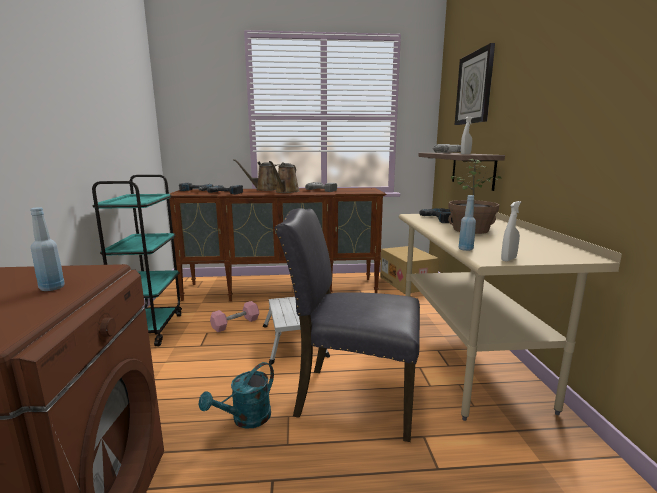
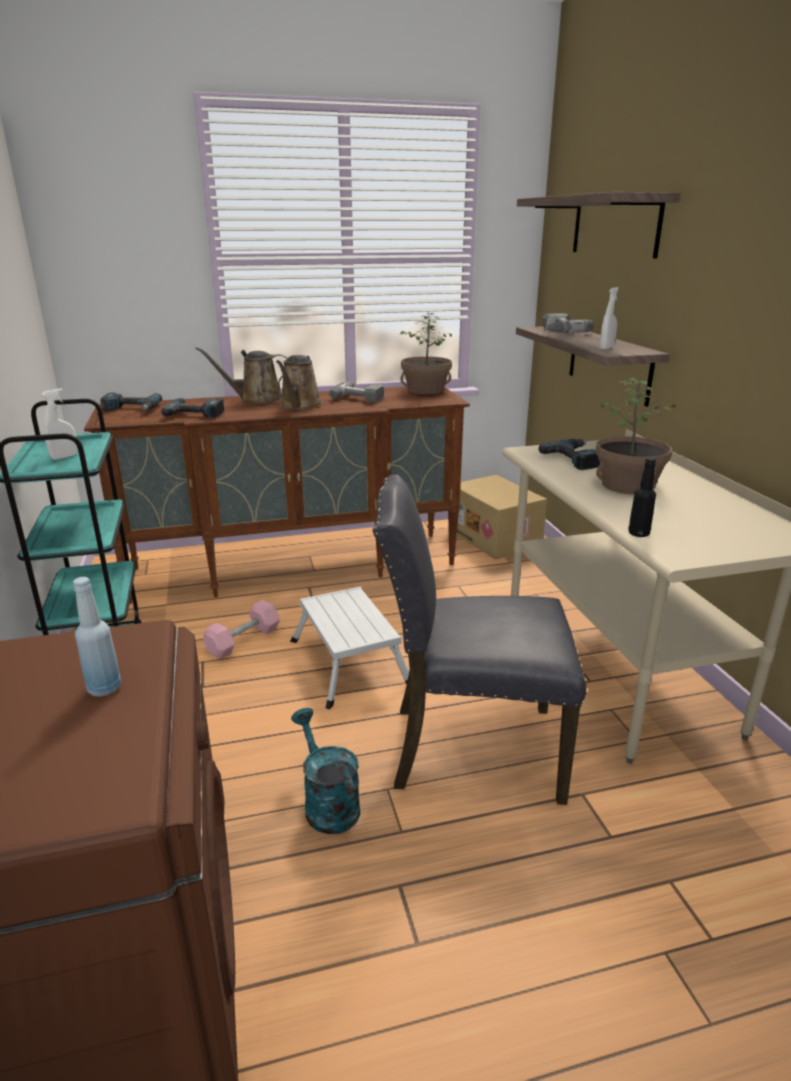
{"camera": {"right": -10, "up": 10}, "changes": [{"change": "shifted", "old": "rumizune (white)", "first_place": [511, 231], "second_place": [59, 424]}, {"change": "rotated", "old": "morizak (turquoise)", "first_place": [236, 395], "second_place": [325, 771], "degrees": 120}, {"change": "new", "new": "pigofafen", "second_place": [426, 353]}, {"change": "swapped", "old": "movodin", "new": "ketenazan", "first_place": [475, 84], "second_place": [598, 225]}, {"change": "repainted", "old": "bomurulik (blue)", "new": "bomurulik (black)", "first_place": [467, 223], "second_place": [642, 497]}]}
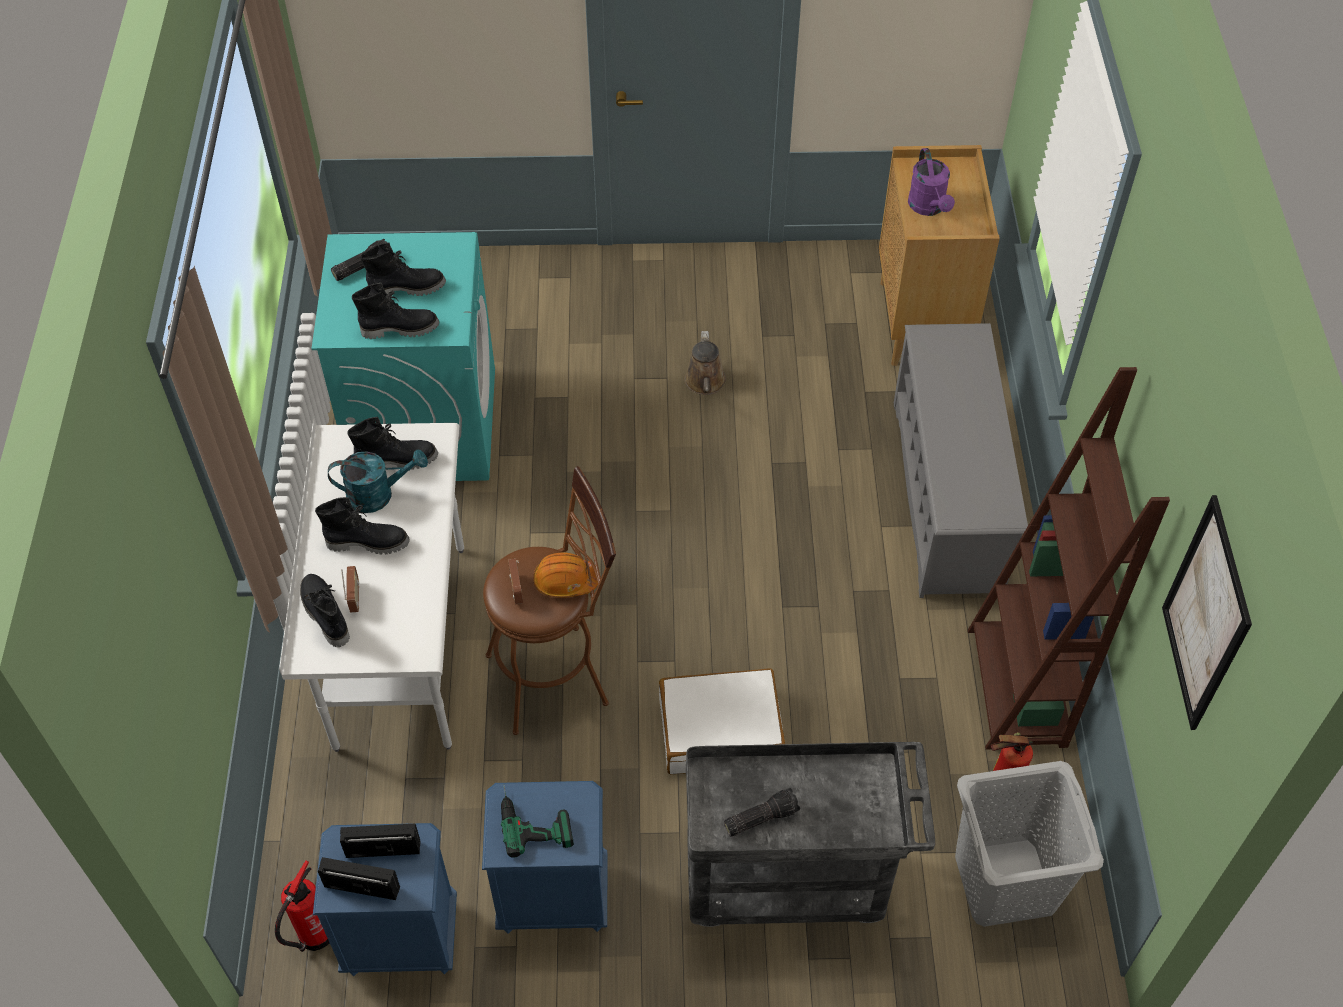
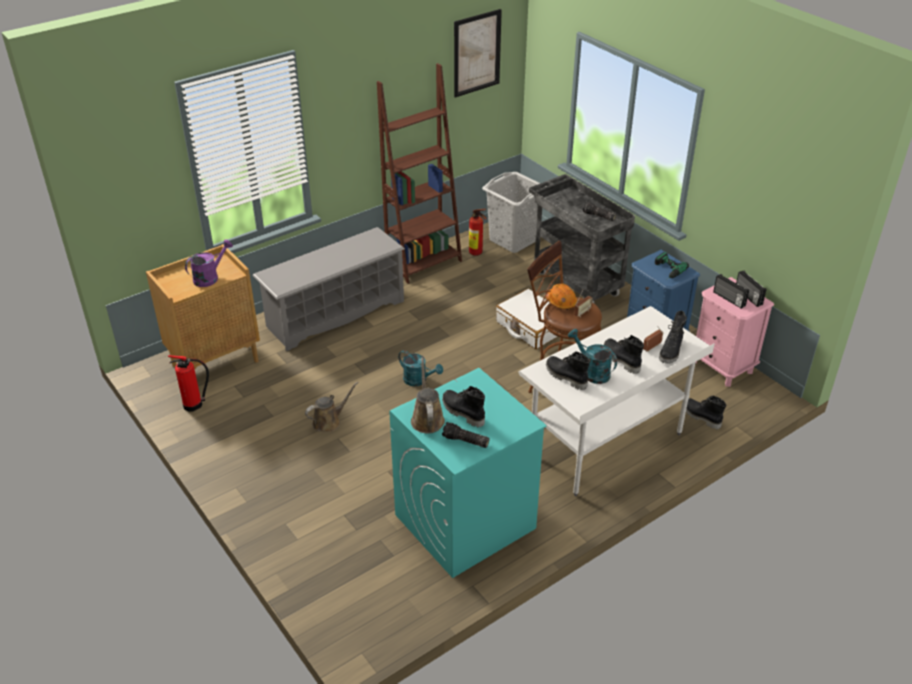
{"camera": {"right": -125, "up": -15}, "changes": [{"change": "shifted", "old": "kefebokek", "first_place": [302, 906], "second_place": [188, 383]}, {"change": "new", "new": "morizak (turquoise)", "second_place": [420, 368]}, {"change": "new", "new": "morizak (brown)", "second_place": [428, 395]}, {"change": "shifted", "old": "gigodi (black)", "first_place": [395, 311], "second_place": [706, 412]}, {"change": "repainted", "old": "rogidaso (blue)", "new": "rogidaso (pink)", "first_place": [385, 899], "second_place": [735, 332]}]}
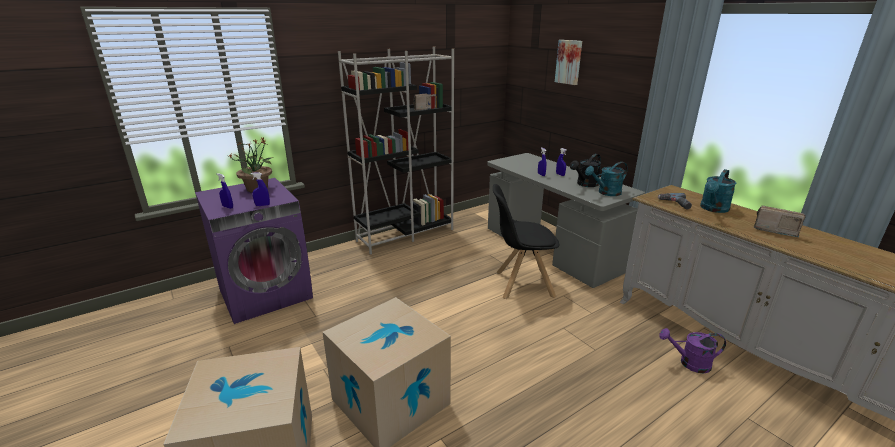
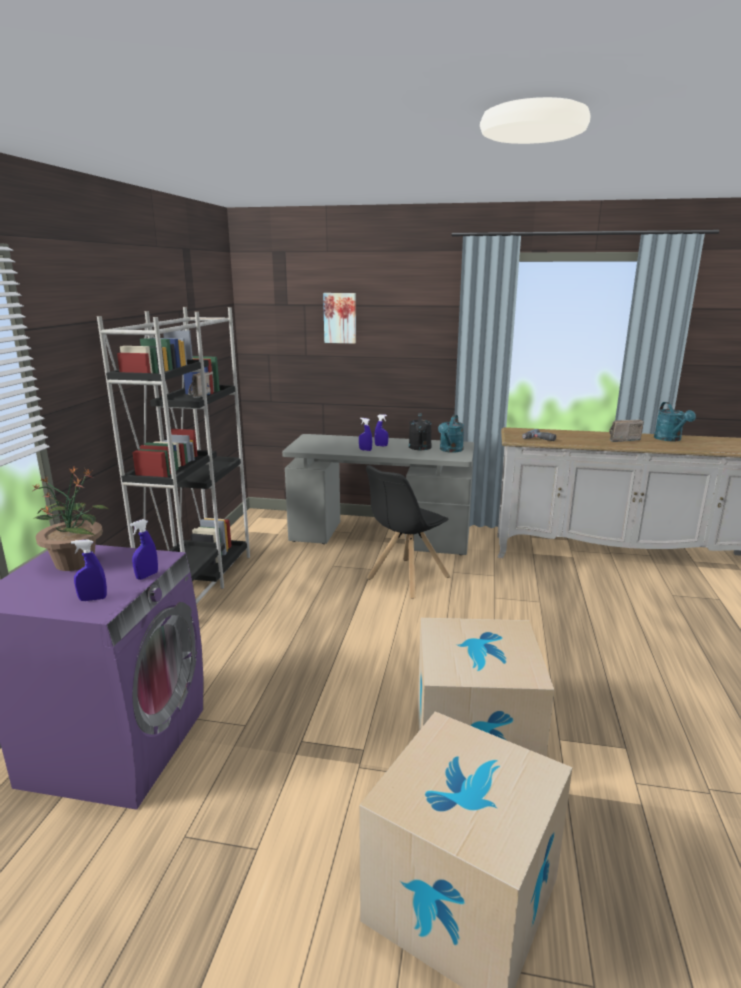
{"camera": {"right": -45, "up": -5}, "changes": [{"change": "shifted", "old": "morizak (turquoise)", "first_place": [718, 191], "second_place": [675, 422]}, {"change": "gone", "old": "morizak (purple)", "first_place": [692, 350]}]}
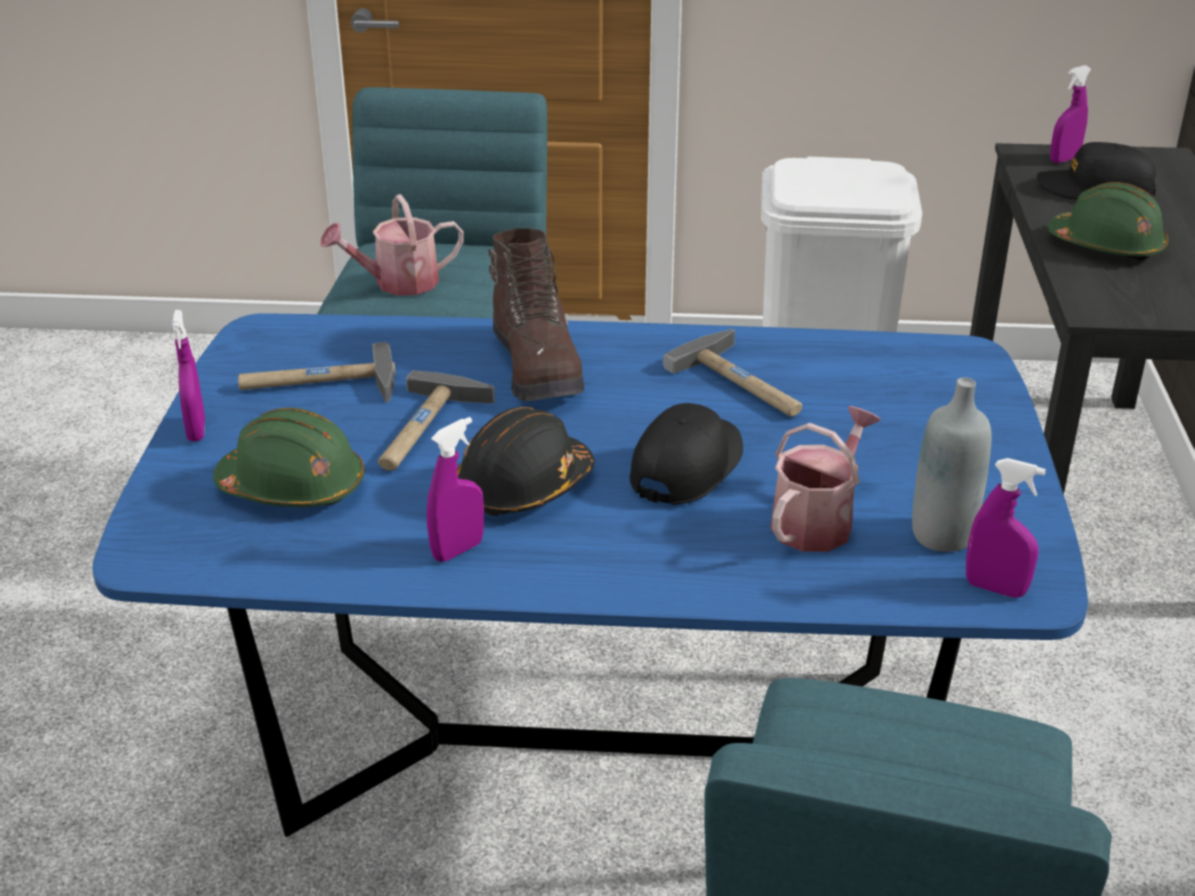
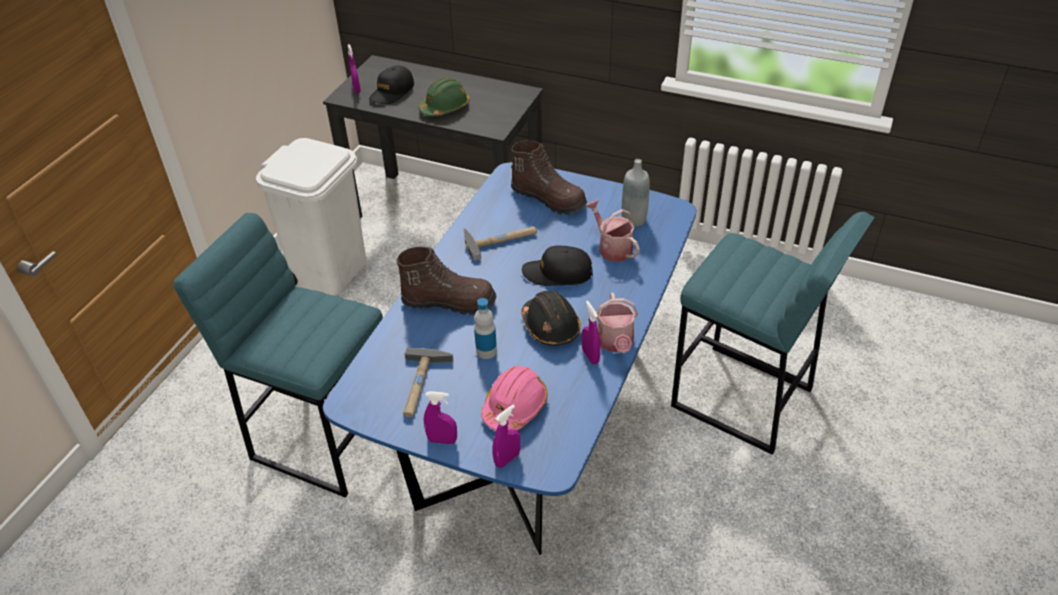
{"camera": {"right": -70, "up": 10}, "changes": [{"change": "swapped", "old": "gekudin", "new": "bomurulik", "first_place": [436, 420], "second_place": [485, 328]}, {"change": "repainted", "old": "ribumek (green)", "new": "ribumek (pink)", "first_place": [288, 457], "second_place": [514, 398]}, {"change": "shifted", "old": "rumizune (purple)", "first_place": [1006, 528], "second_place": [506, 436]}, {"change": "new", "new": "gigodi (brown)", "second_place": [549, 177]}, {"change": "rotated", "old": "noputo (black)", "first_place": [686, 454], "second_place": [557, 265], "degrees": -45}, {"change": "shifted", "old": "morizak", "first_place": [392, 245], "second_place": [617, 323]}]}
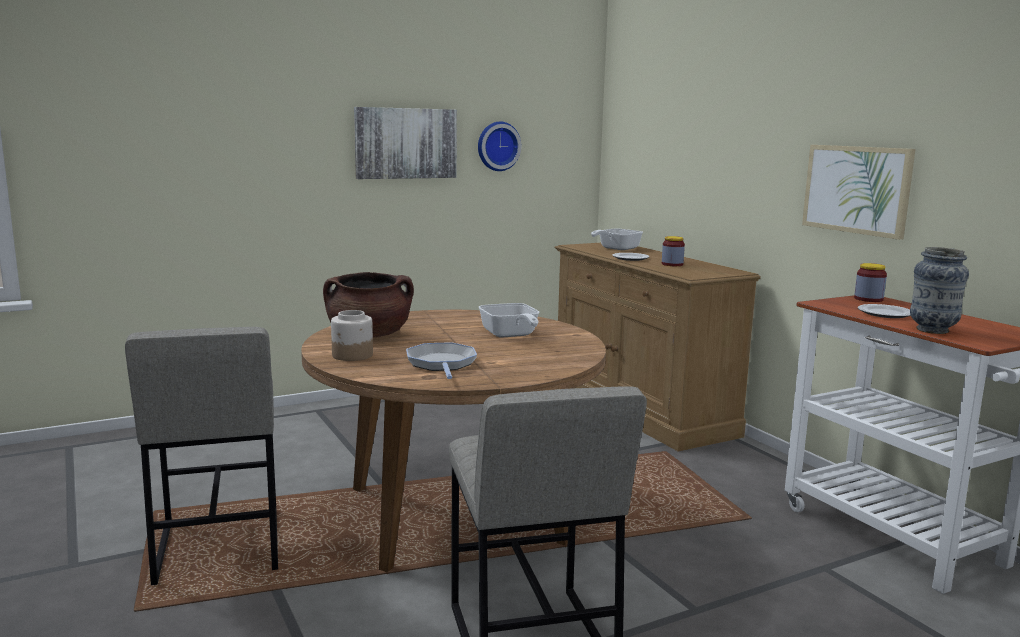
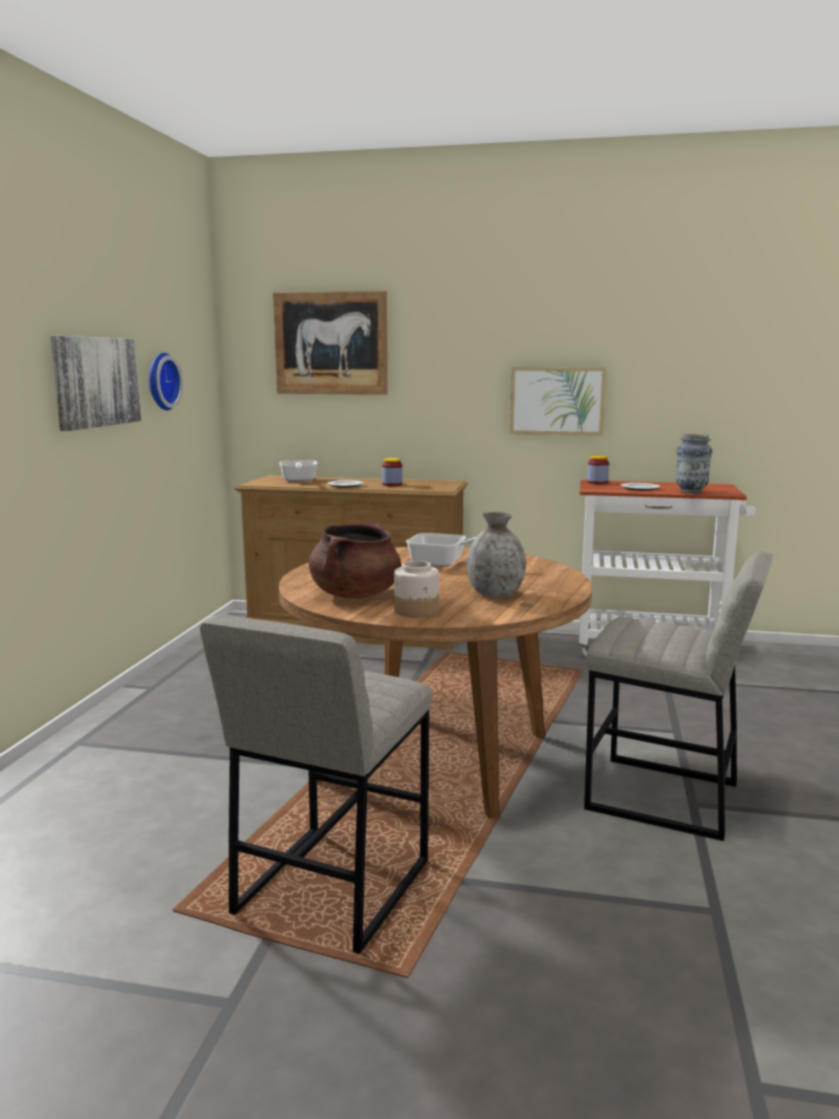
{"camera": {"right": -50, "up": 0}, "changes": [{"change": "rotated", "old": "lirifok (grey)", "first_place": [201, 456], "second_place": [316, 784], "degrees": 90}, {"change": "new", "new": "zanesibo", "second_place": [330, 343]}, {"change": "swapped", "old": "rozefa", "new": "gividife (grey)", "first_place": [441, 360], "second_place": [496, 555]}]}
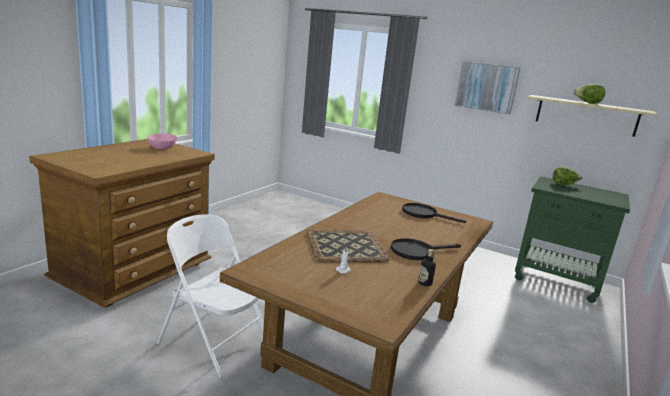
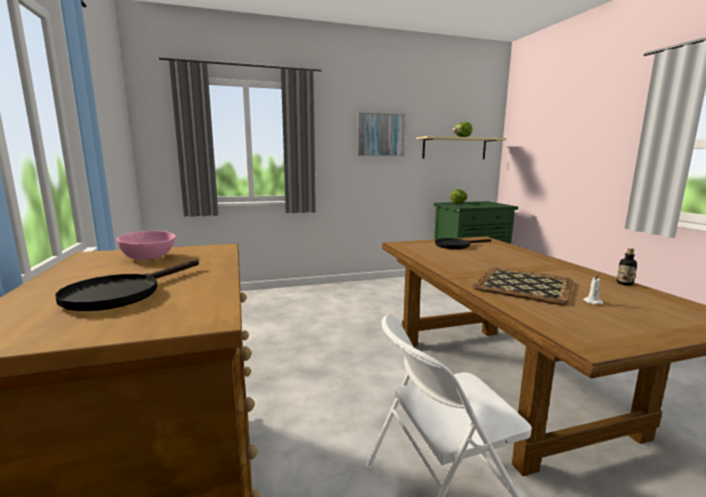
{"camera": {"right": -45, "up": -5}, "changes": [{"change": "shifted", "old": "rozefa (black)", "first_place": [426, 249], "second_place": [127, 285]}]}
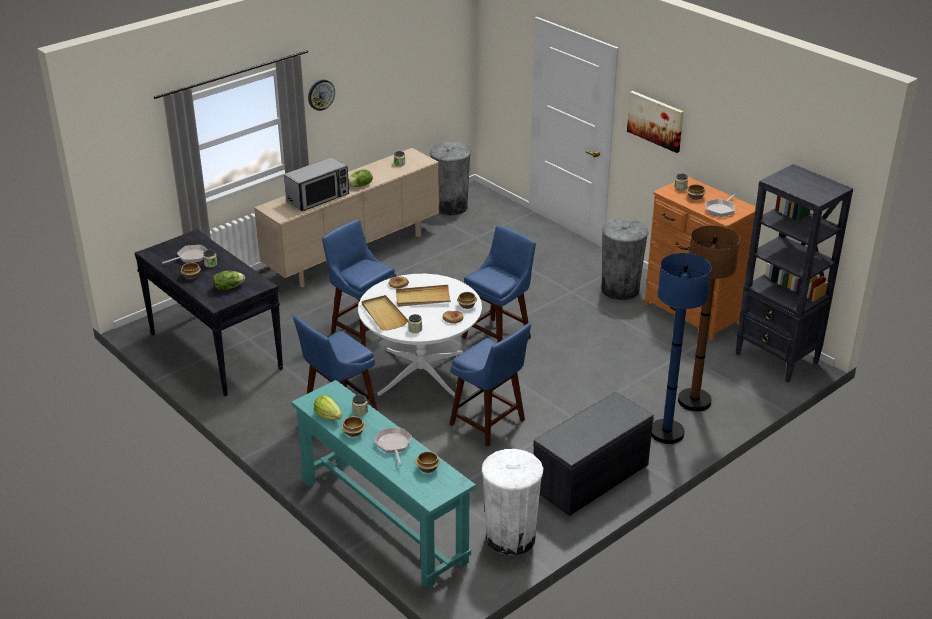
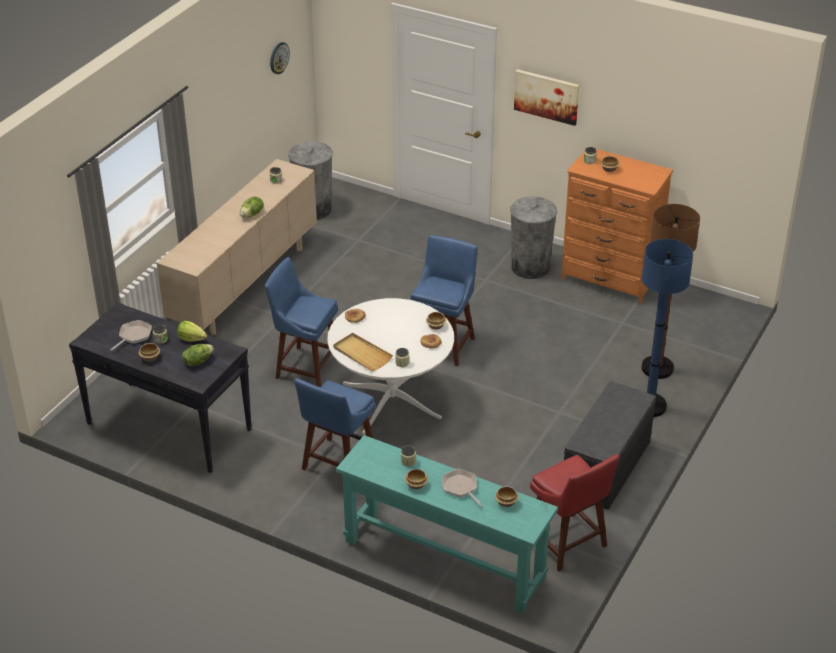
{"camera": {"right": -20, "up": 5}, "changes": [{"change": "shifted", "old": "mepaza", "first_place": [328, 407], "second_place": [192, 331]}, {"change": "shifted", "old": "movodin", "first_place": [321, 95], "second_place": [280, 58]}, {"change": "swapped", "old": "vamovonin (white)", "new": "lirifok (red)", "first_place": [512, 502], "second_place": [575, 512]}, {"change": "gone", "old": "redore", "first_place": [316, 184]}, {"change": "gone", "old": "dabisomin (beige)", "first_place": [423, 296]}, {"change": "gone", "old": "lirifok (blue)", "first_place": [490, 385]}, {"change": "gone", "old": "rozefa", "first_place": [721, 205]}, {"change": "gone", "old": "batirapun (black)", "first_place": [794, 273]}]}
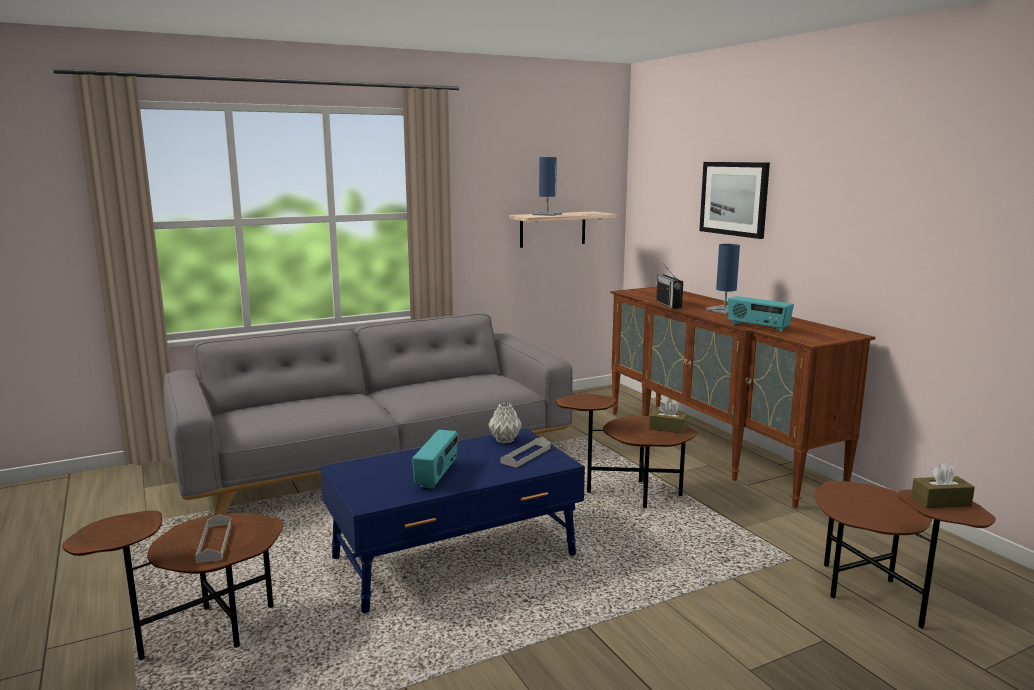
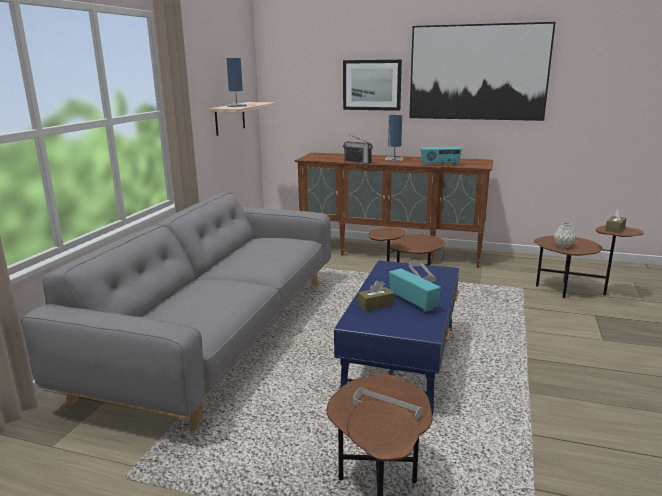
{"camera": {"right": -45, "up": 5}, "changes": [{"change": "shifted", "old": "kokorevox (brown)", "first_place": [668, 417], "second_place": [376, 296]}, {"change": "new", "new": "zanesibo", "second_place": [482, 71]}, {"change": "shifted", "old": "gividife (grey)", "first_place": [505, 423], "second_place": [565, 235]}]}
